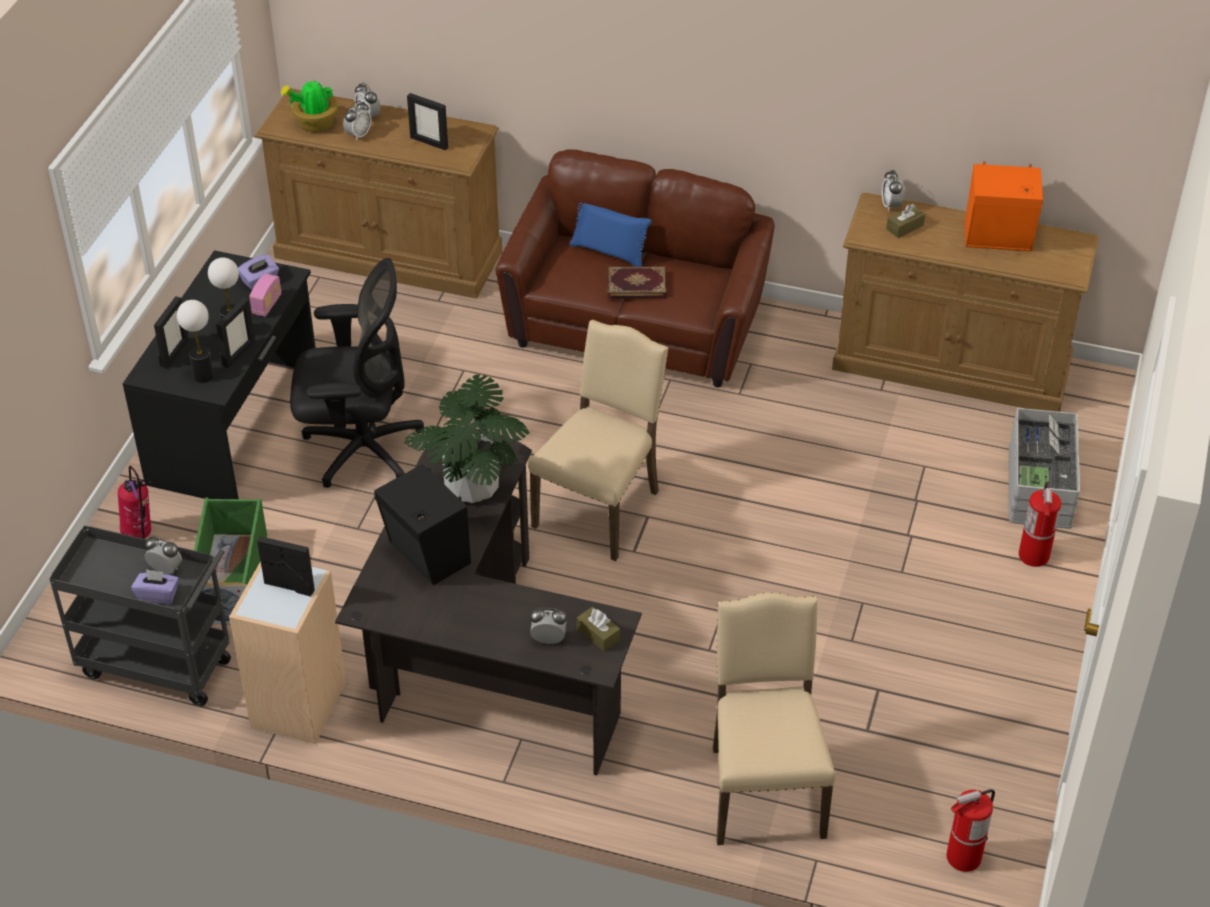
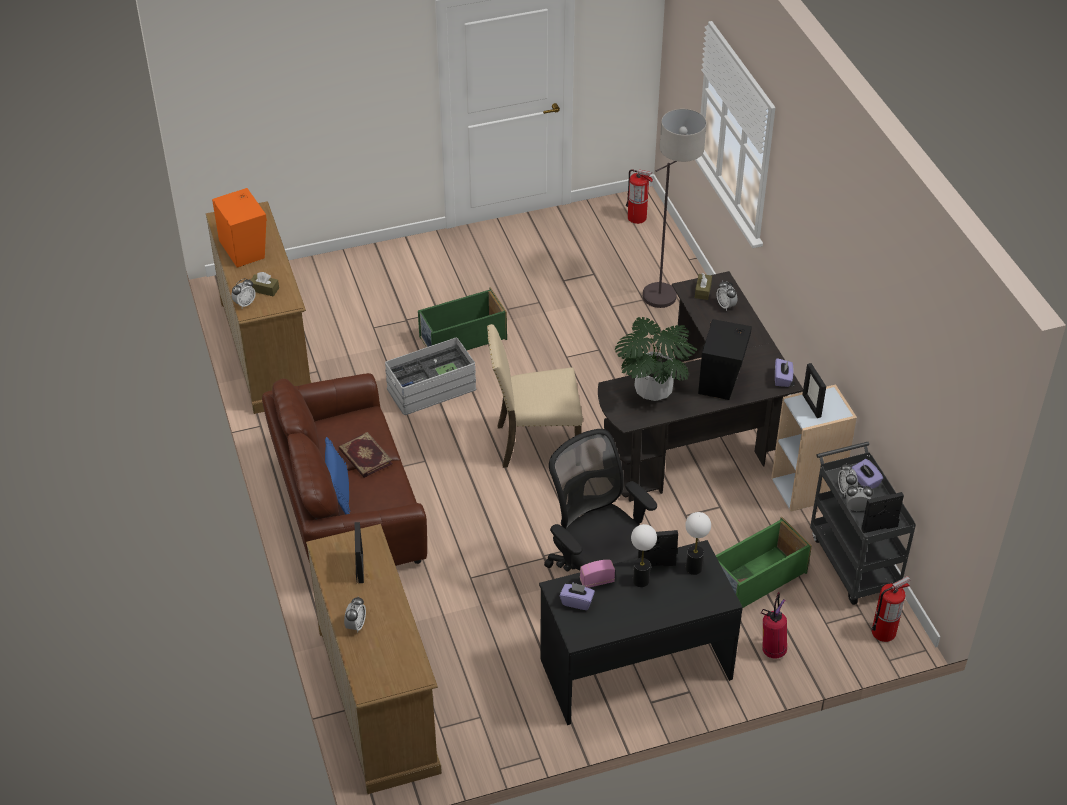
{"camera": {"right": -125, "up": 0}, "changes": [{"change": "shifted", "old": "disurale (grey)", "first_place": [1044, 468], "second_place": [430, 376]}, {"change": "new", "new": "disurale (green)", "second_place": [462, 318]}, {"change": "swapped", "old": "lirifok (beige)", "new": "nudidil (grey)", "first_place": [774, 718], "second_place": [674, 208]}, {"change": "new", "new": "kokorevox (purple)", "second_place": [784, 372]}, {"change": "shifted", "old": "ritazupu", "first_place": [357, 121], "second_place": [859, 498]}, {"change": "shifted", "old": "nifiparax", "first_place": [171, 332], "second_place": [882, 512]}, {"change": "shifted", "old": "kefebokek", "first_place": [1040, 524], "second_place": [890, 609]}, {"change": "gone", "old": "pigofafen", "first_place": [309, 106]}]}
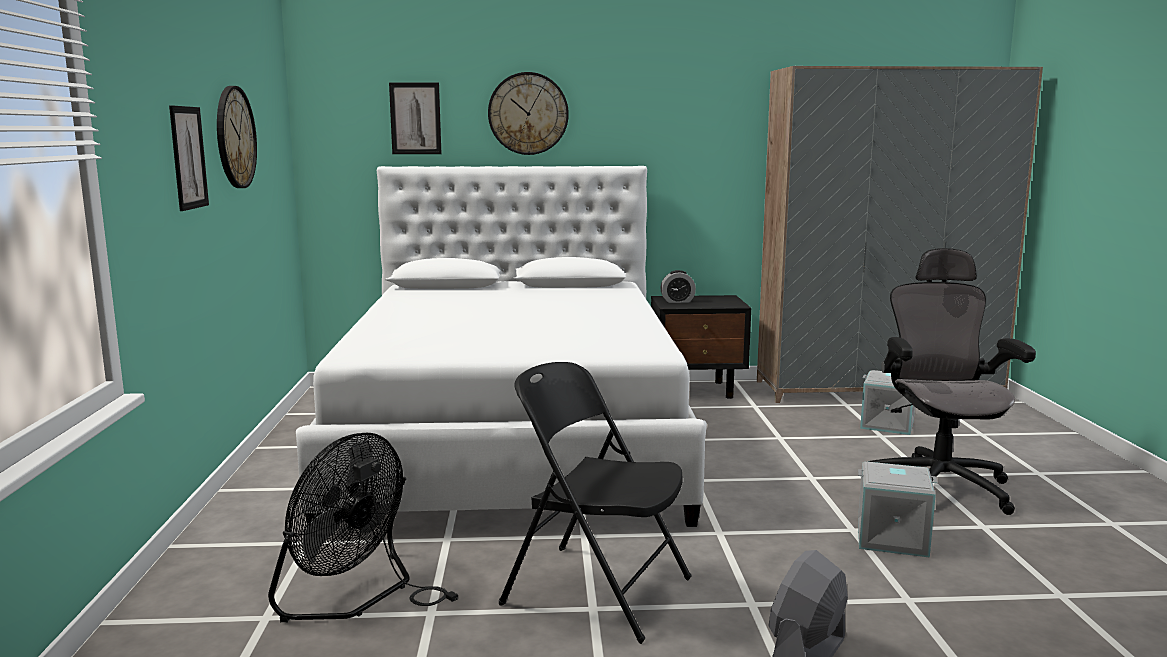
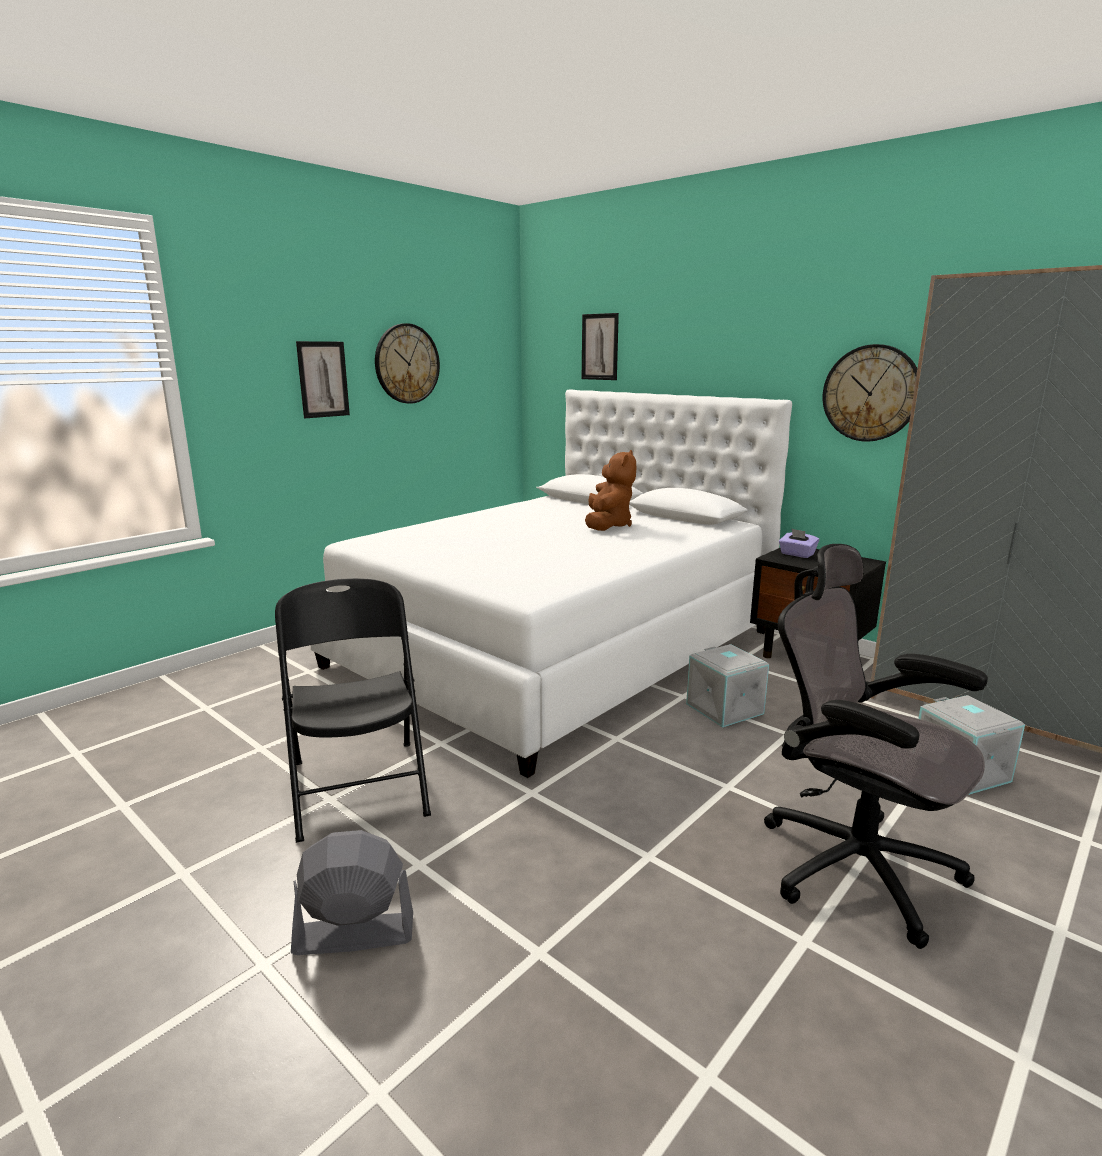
{"camera": {"right": 45, "up": 5}, "changes": [{"change": "new", "new": "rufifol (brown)", "second_place": [611, 490]}, {"change": "shifted", "old": "disurale (grey)", "first_place": [898, 510], "second_place": [727, 686]}, {"change": "rotated", "old": "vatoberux", "first_place": [952, 381], "second_place": [876, 746], "degrees": -90}, {"change": "swapped", "old": "ritazupu", "new": "kokorevox (purple)", "first_place": [678, 286], "second_place": [799, 543]}, {"change": "shifted", "old": "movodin", "first_place": [528, 113], "second_place": [870, 393]}, {"change": "gone", "old": "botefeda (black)", "first_place": [363, 528]}]}
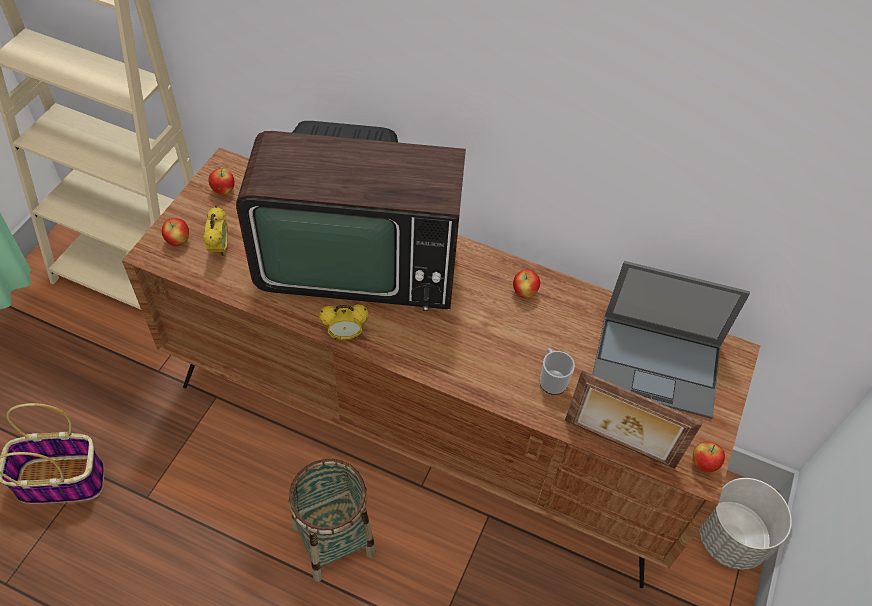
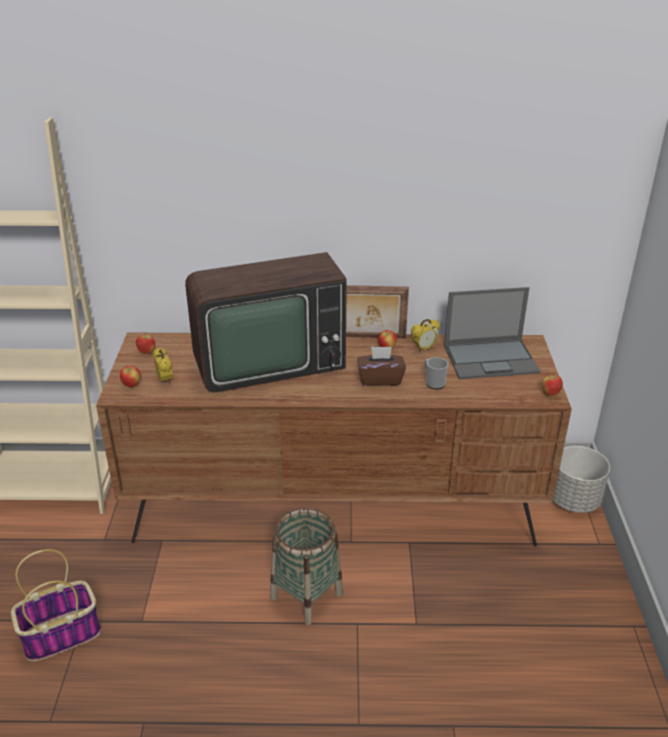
{"camera": {"right": -20, "up": -20}, "changes": [{"change": "shifted", "old": "nifiparax", "first_place": [634, 420], "second_place": [377, 311]}, {"change": "new", "new": "kokorevox (brown)", "second_place": [381, 366]}, {"change": "shifted", "old": "ritazupu", "first_place": [344, 322], "second_place": [425, 335]}]}
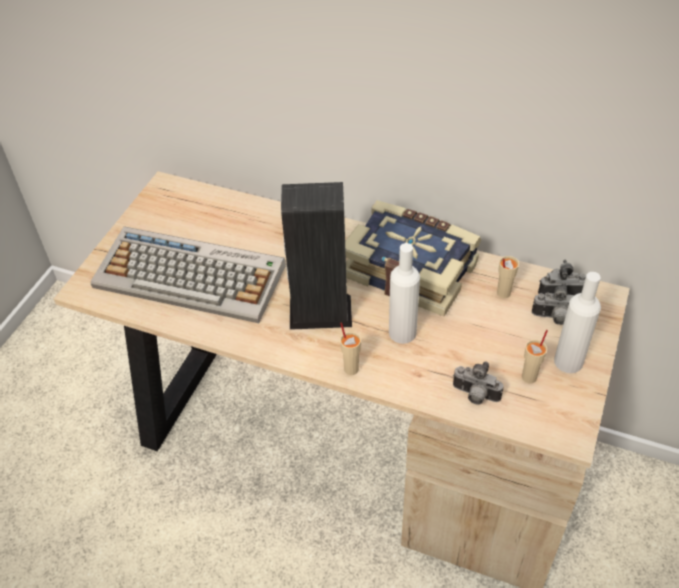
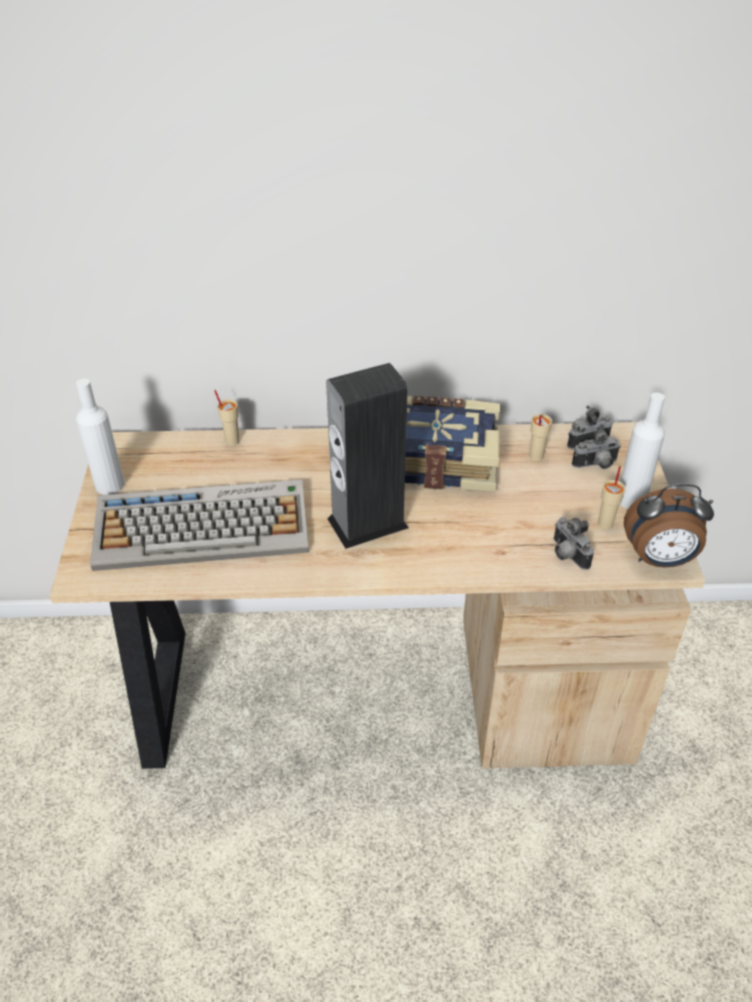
{"camera": {"right": -25, "up": -5}, "changes": [{"change": "shifted", "old": "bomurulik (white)", "first_place": [404, 293], "second_place": [100, 437]}, {"change": "shifted", "old": "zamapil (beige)", "first_place": [350, 348], "second_place": [226, 418]}, {"change": "rotated", "old": "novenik", "first_place": [478, 383], "second_place": [574, 543], "degrees": 60}, {"change": "new", "new": "ritazupu", "second_place": [669, 525]}]}
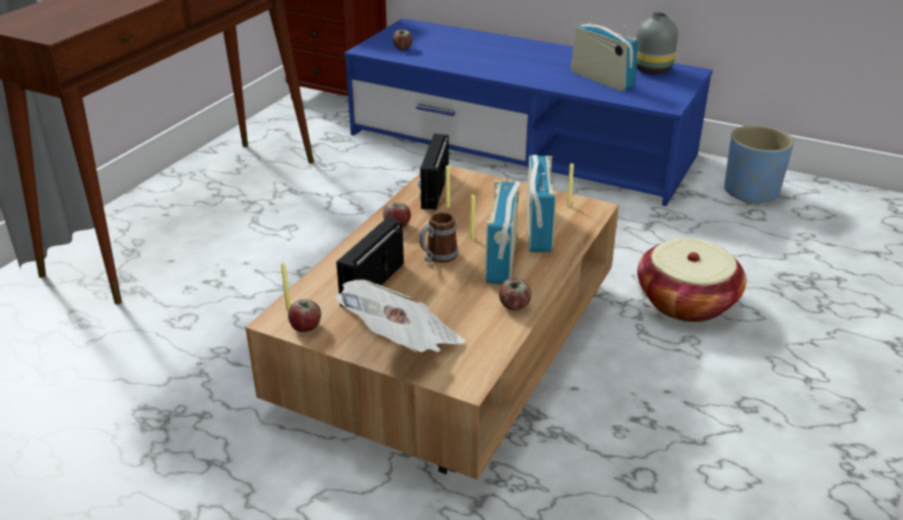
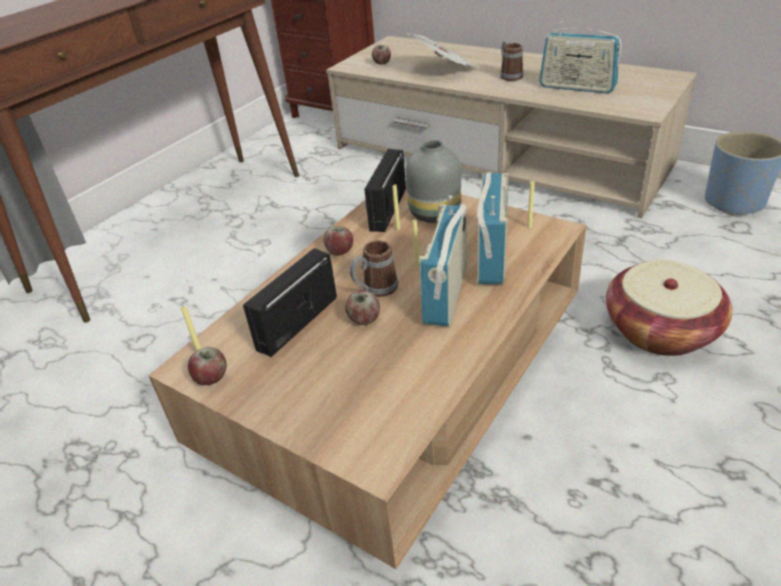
{"camera": {"right": 10, "up": 5}, "changes": [{"change": "repainted", "old": "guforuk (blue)", "new": "guforuk (beige)", "first_place": [528, 112], "second_place": [511, 127]}, {"change": "shifted", "old": "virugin", "first_place": [515, 294], "second_place": [362, 307]}, {"change": "shifted", "old": "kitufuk", "first_place": [400, 316], "second_place": [443, 50]}, {"change": "shifted", "old": "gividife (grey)", "first_place": [657, 43], "second_place": [433, 181]}, {"change": "new", "new": "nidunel", "second_place": [512, 61]}, {"change": "rotated", "old": "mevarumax", "first_place": [604, 57], "second_place": [580, 57], "degrees": 150}]}
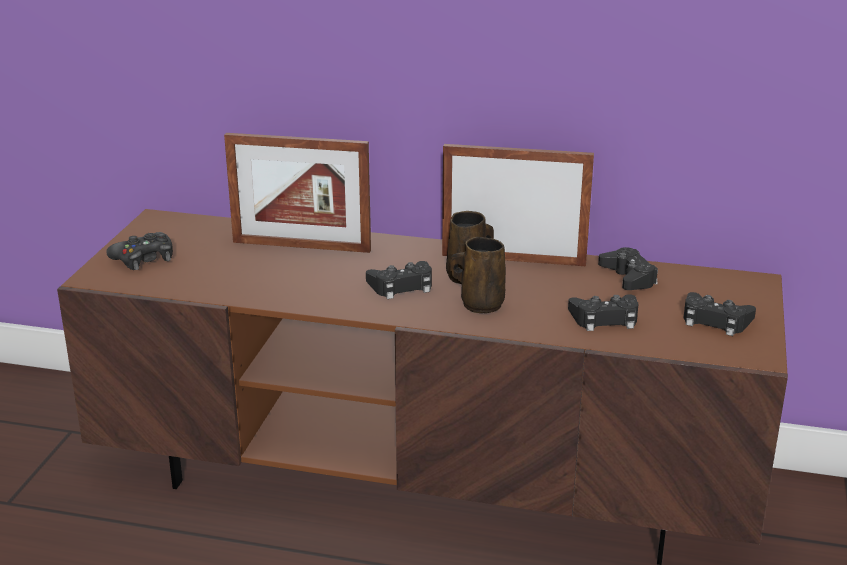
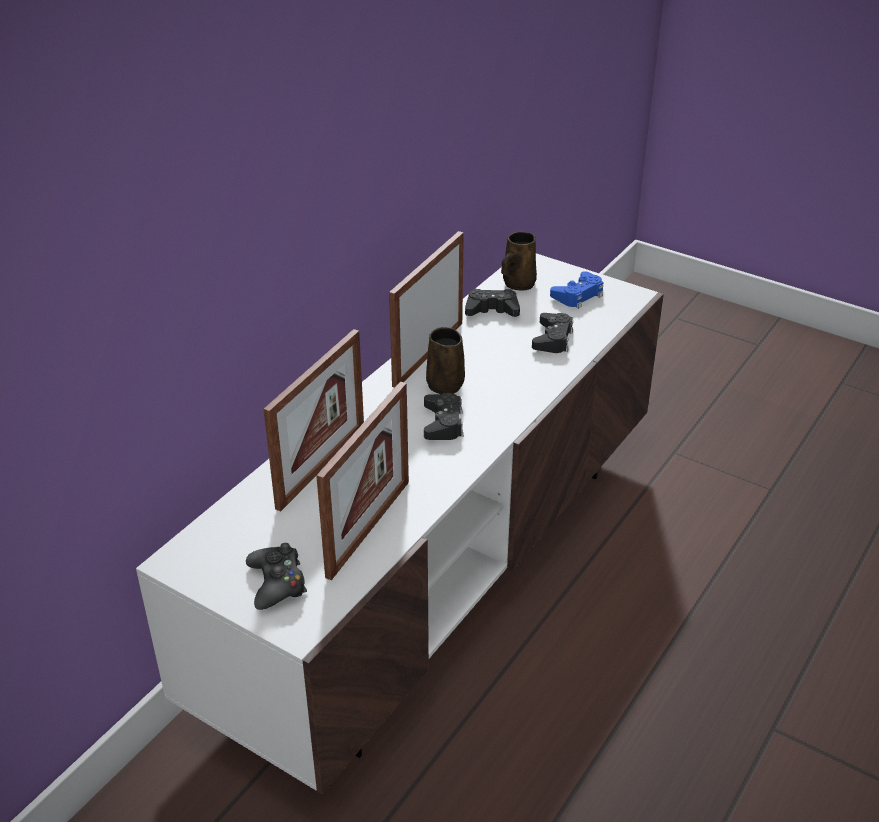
{"camera": {"right": -70, "up": 10}, "changes": [{"change": "repainted", "old": "guforuk (brown)", "new": "guforuk (white)", "first_place": [422, 387], "second_place": [400, 523]}, {"change": "new", "new": "nifiparax", "second_place": [362, 480]}, {"change": "shifted", "old": "nidunel (brown)", "first_place": [478, 275], "second_place": [519, 260]}, {"change": "repainted", "old": "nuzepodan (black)", "new": "nuzepodan (blue)", "first_place": [720, 314], "second_place": [577, 290]}]}
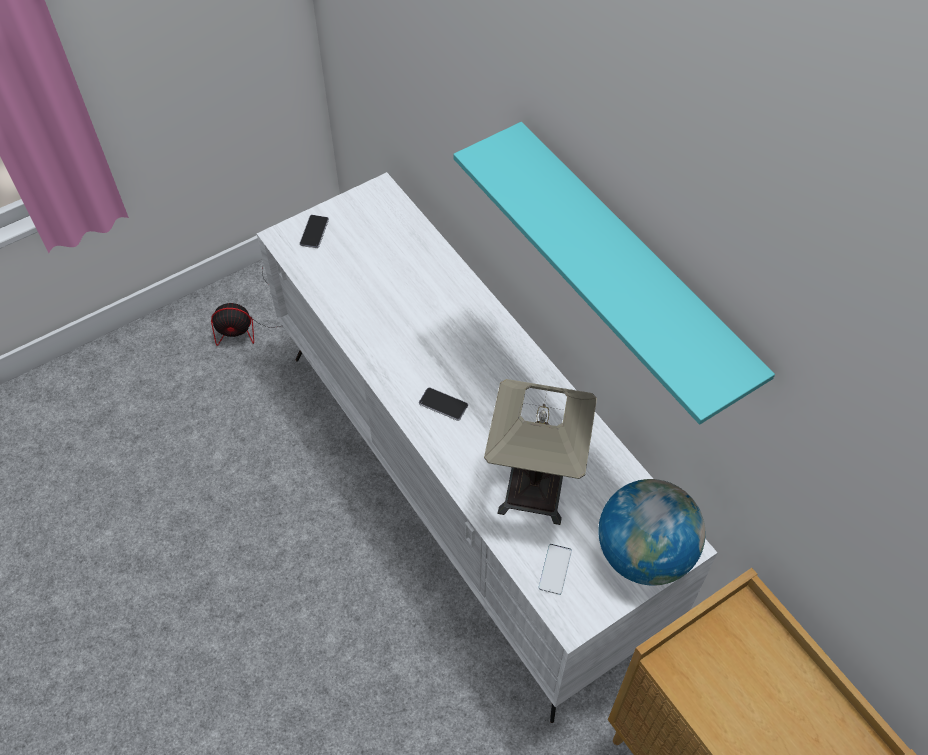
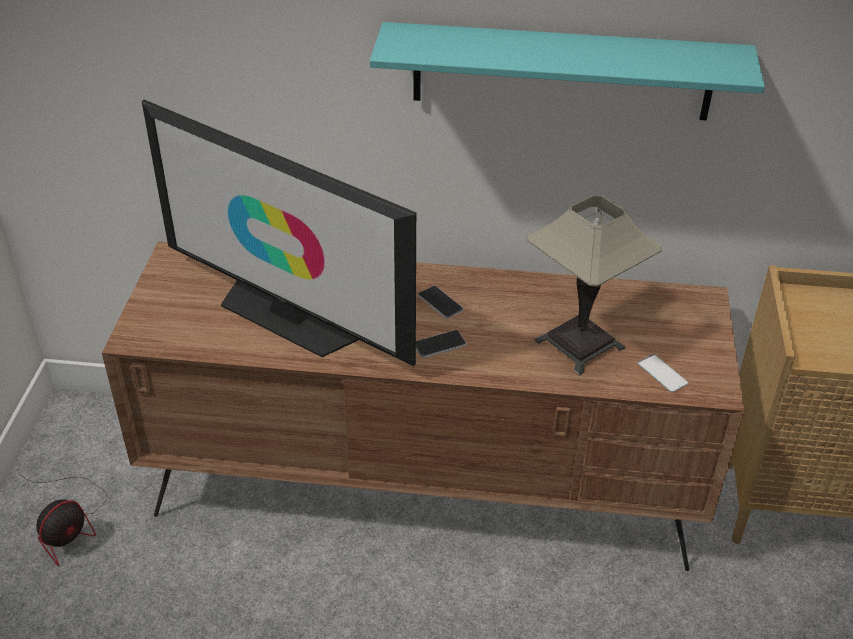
{"camera": {"right": -50, "up": -15}, "changes": [{"change": "repainted", "old": "guforuk (white)", "new": "guforuk (brown)", "first_place": [487, 447], "second_place": [423, 406]}, {"change": "new", "new": "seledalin", "second_place": [279, 233]}, {"change": "shifted", "old": "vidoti", "first_place": [314, 231], "second_place": [440, 302]}, {"change": "gone", "old": "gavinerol", "first_place": [651, 532]}]}
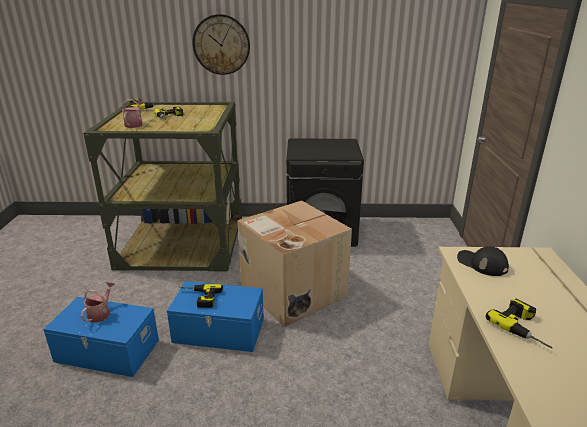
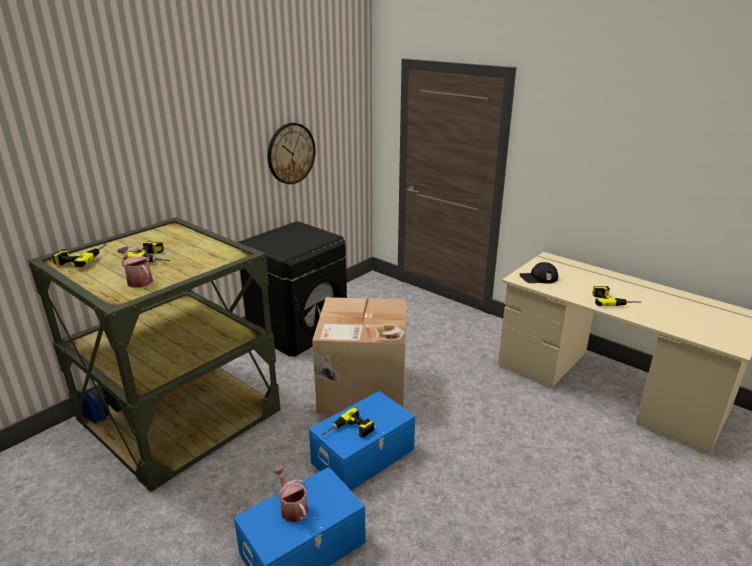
{"camera": {"right": -50, "up": 0}, "changes": [{"change": "shifted", "old": "movodin", "first_place": [221, 44], "second_place": [292, 153]}]}
